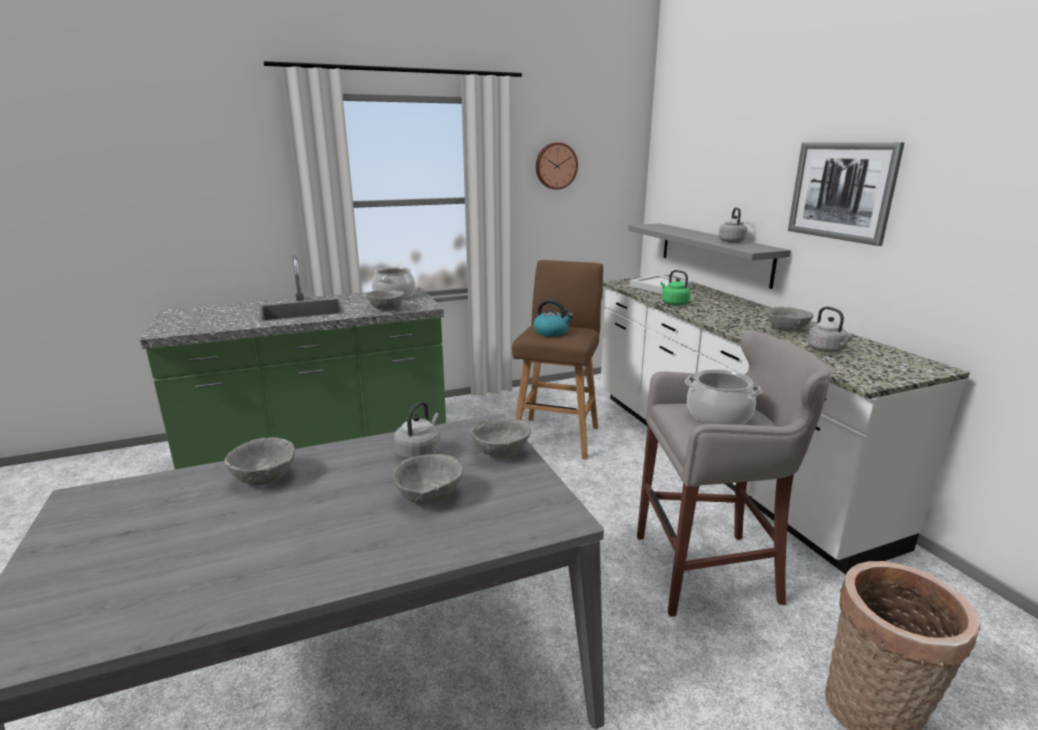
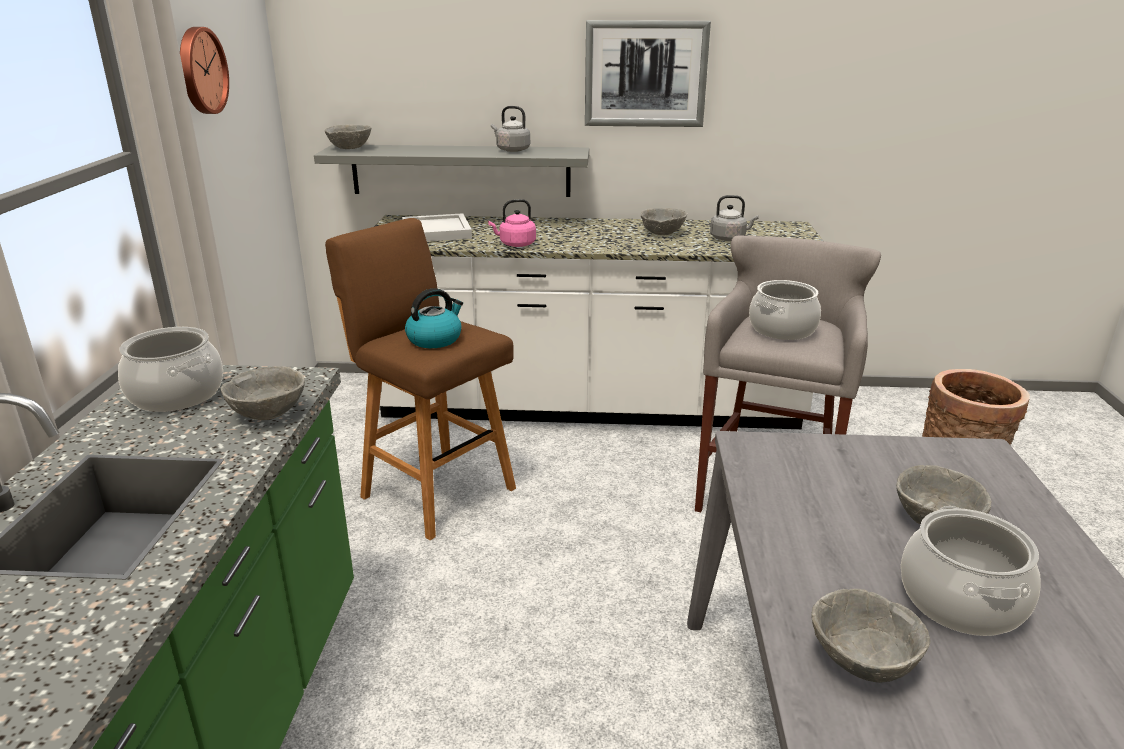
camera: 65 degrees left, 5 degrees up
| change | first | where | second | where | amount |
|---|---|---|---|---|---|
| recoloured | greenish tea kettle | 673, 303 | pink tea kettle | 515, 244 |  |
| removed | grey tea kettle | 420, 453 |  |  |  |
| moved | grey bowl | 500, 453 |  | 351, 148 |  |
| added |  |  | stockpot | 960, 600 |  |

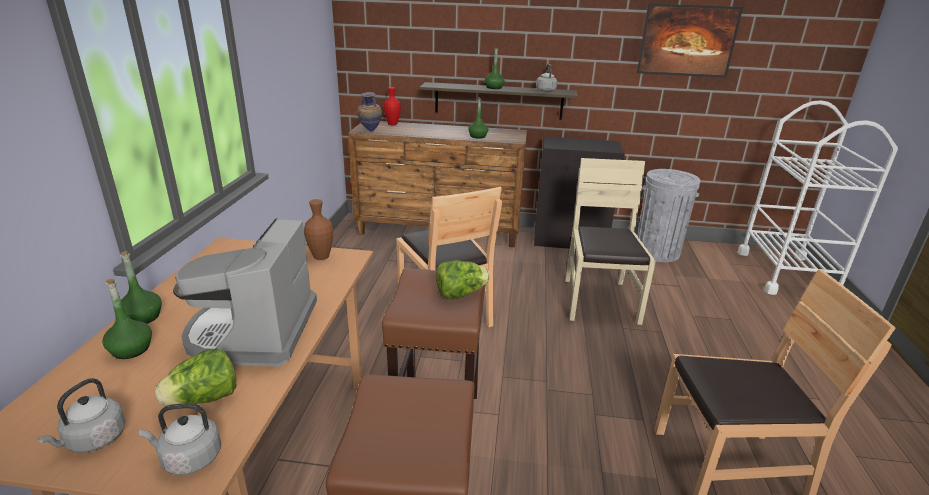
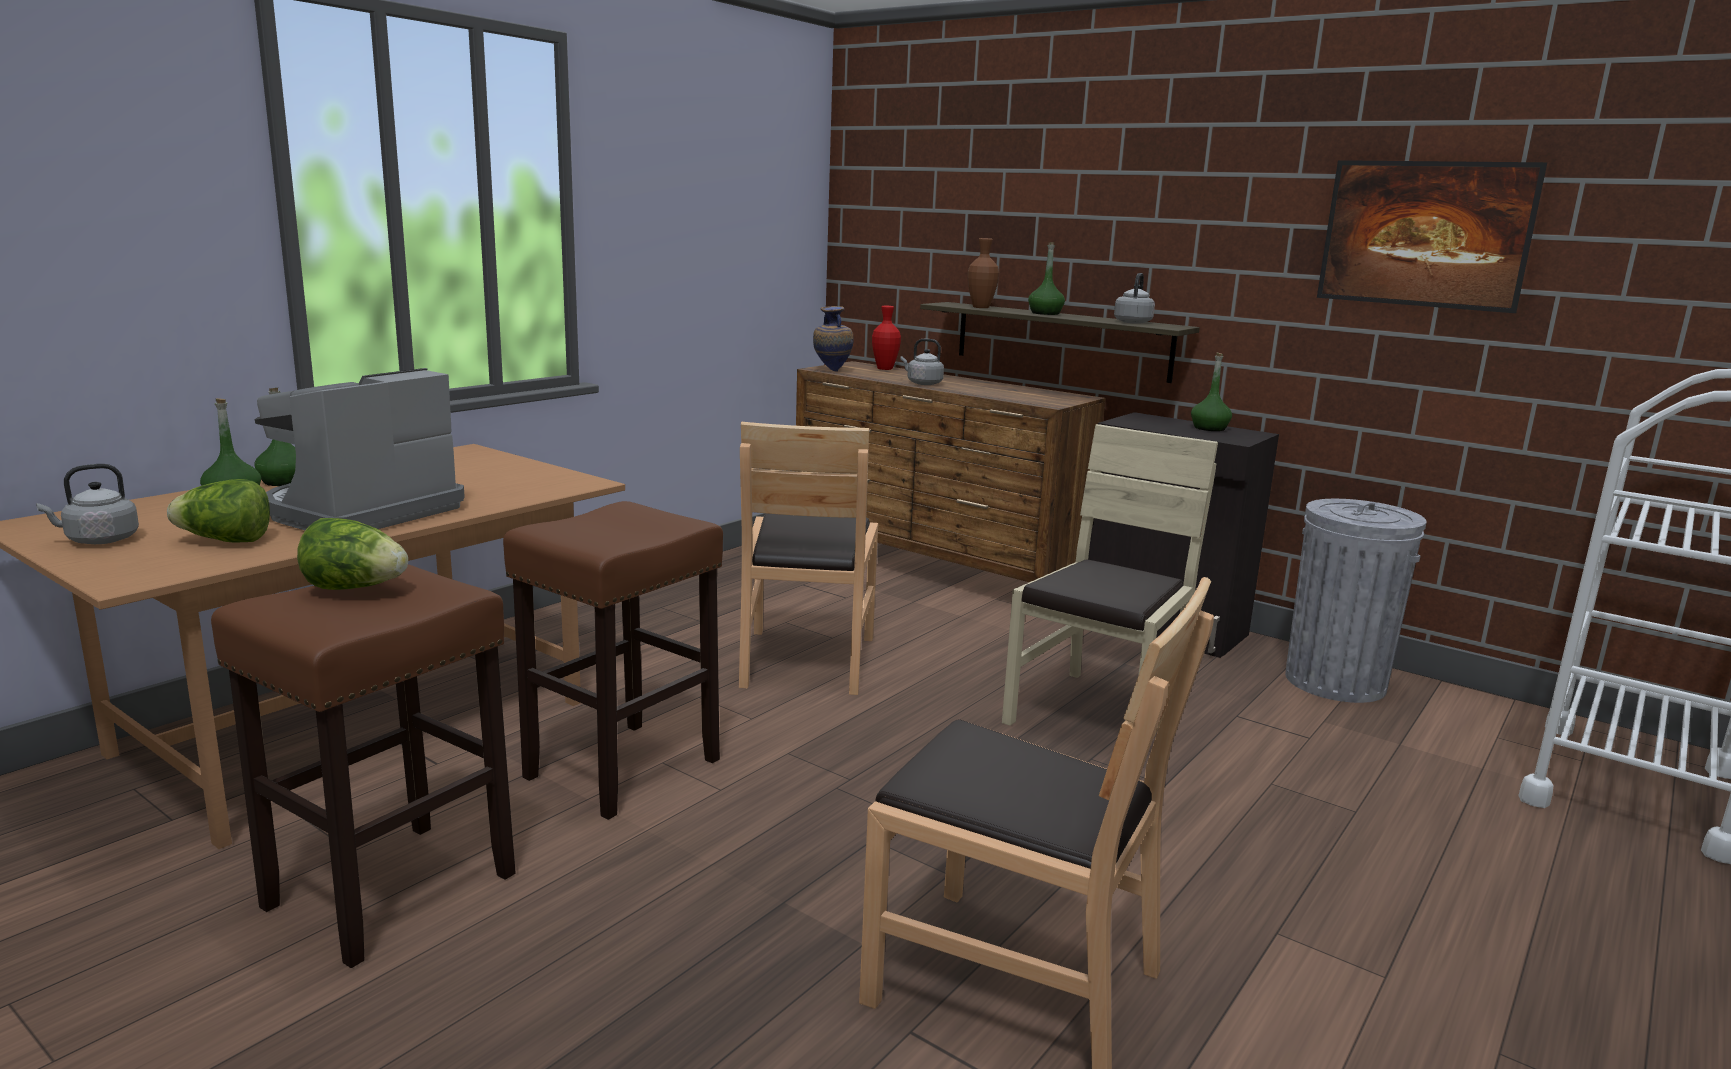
camera: 30 degrees right, 10 degrees down
| change | first | where | second | where | amount |
|---|---|---|---|---|---|
| moved | greenish drink bottle | 478, 136 |  | 1209, 428 |  |
| moved | brownish decorative vase | 321, 257 |  | 981, 307 |  |
| moved | lettuce | 460, 294 |  | 356, 588 |  |
| moved | grey tea kettle | 189, 458 |  | 922, 383 |  |

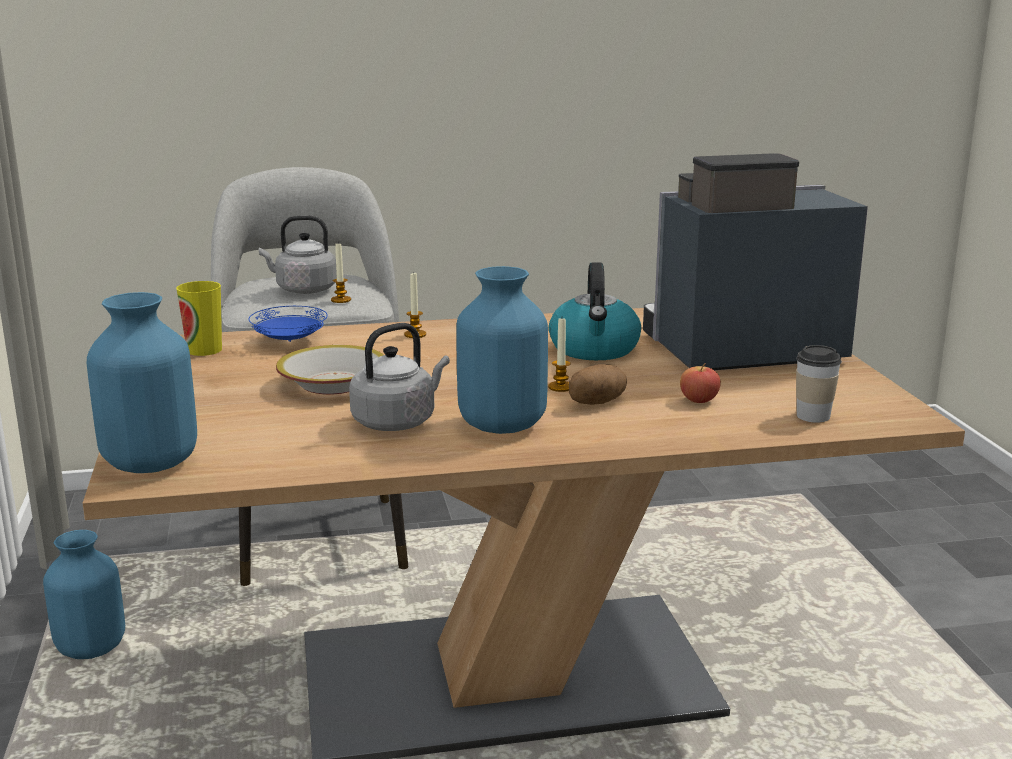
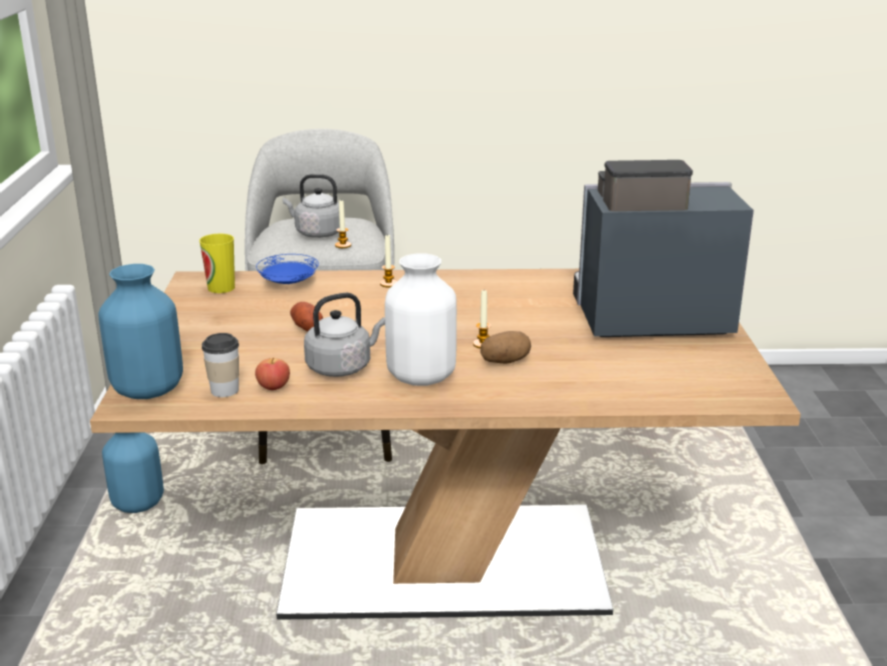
camera: 10 degrees right, 5 degrees up
| change | first | where | second | where | amount |
|---|---|---|---|---|---|
| removed | tea kettle | 595, 349 |  |  |  |
| recoloured | bluish decorative vase | 500, 425 | white-coloured decorative vase | 420, 376 |  |
| replaced | bowl | 333, 383 | potato | 307, 327 |  |
| moved | small cup | 813, 416 |  | 224, 390 |  |
| moved | apple fruit | 699, 400 |  | 273, 386 |  |

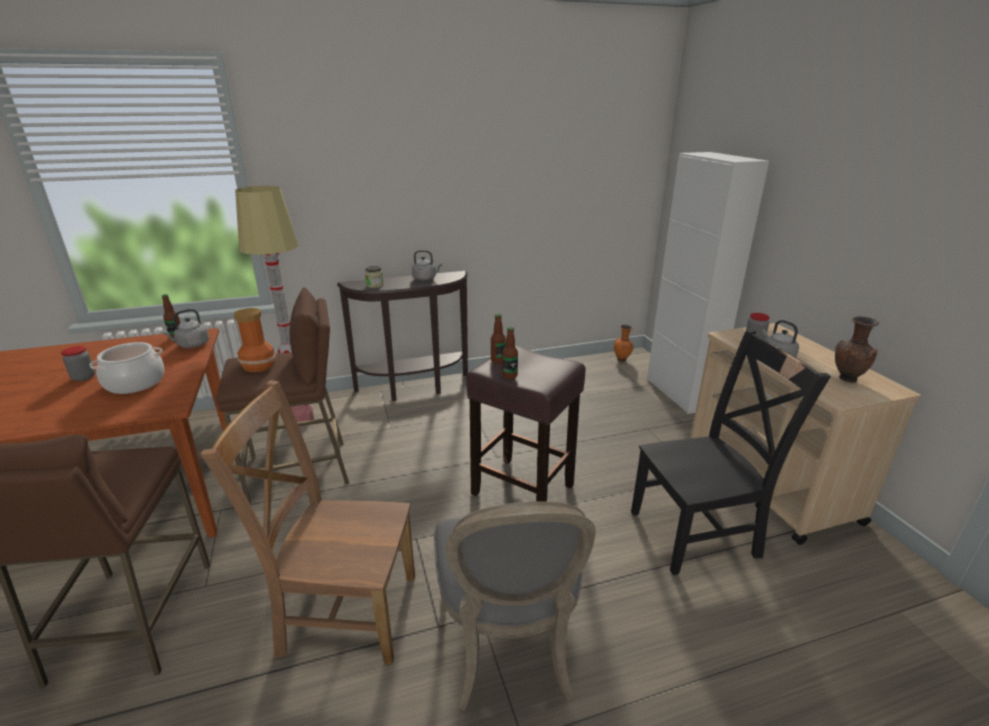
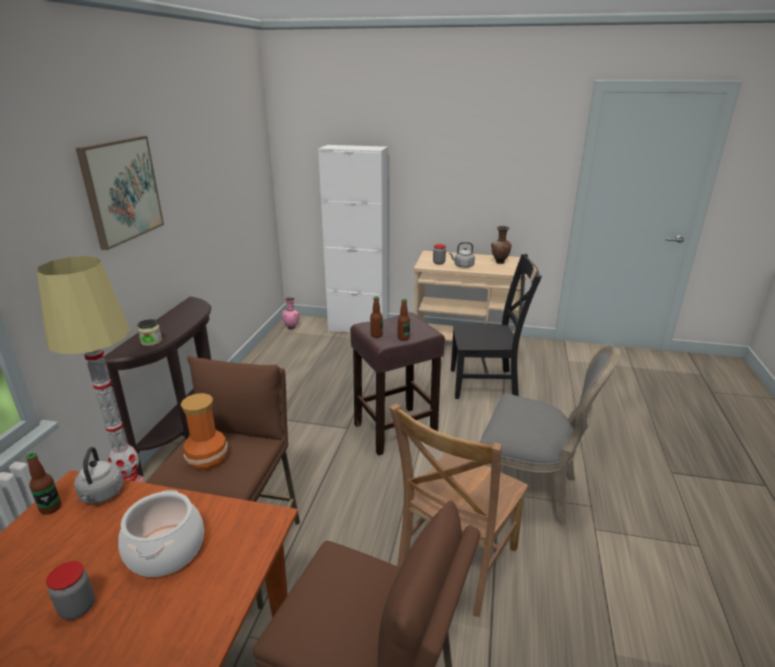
camera: 60 degrees left, 0 degrees up
| change | first | where | second | where | amount |
|---|---|---|---|---|---|
| removed | grey tea kettle | 426, 278 |  |  |  |
| recoloured | orange decorative vase | 622, 360 | pink decorative vase | 292, 328 |  |
| turned | blackish upright chair | 698, 533 |  | 486, 384 | 75 degrees clockwise |
| added |  |  | picture | 121, 190 |  |

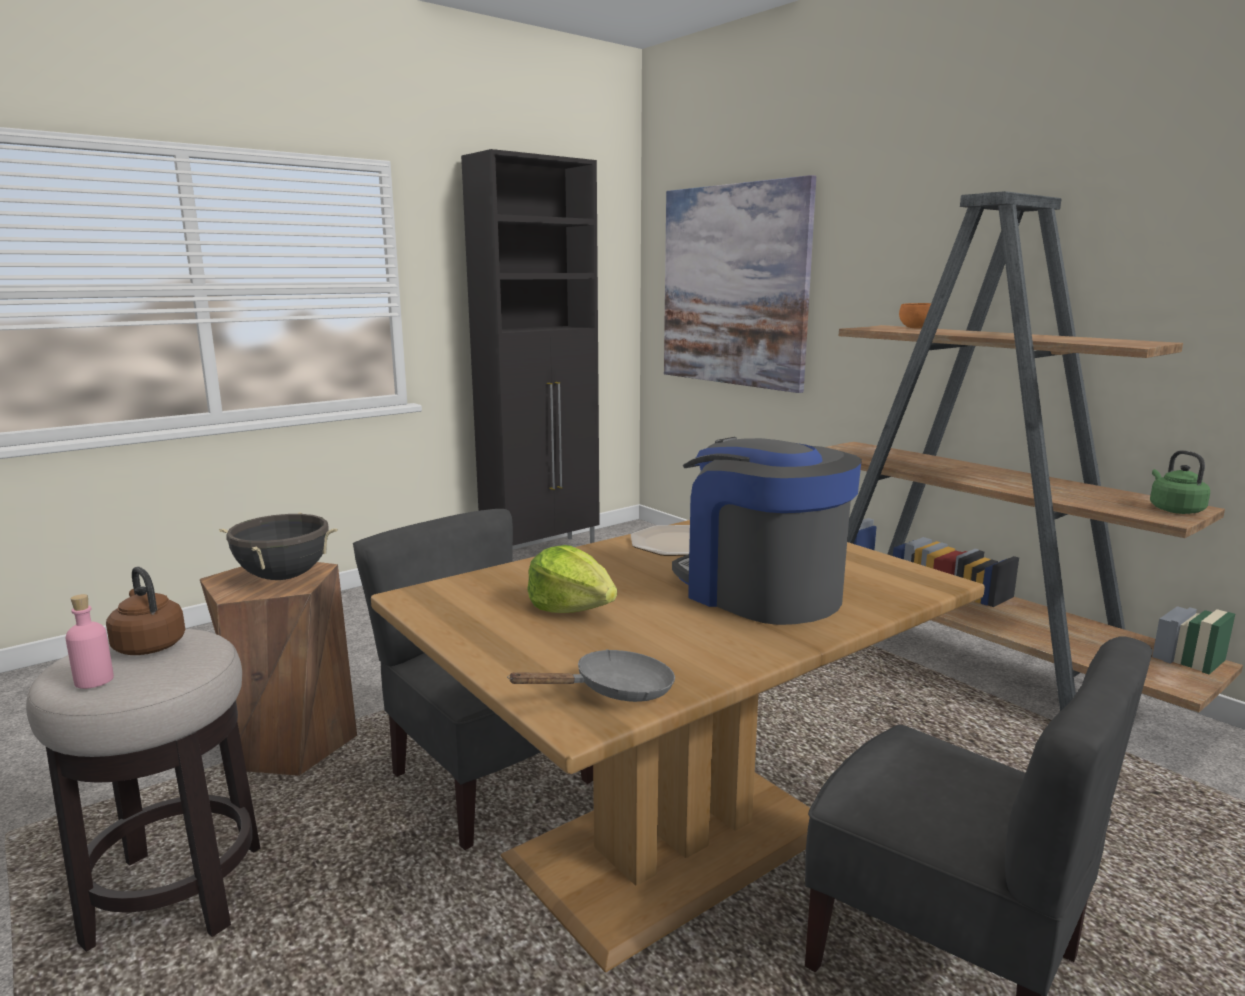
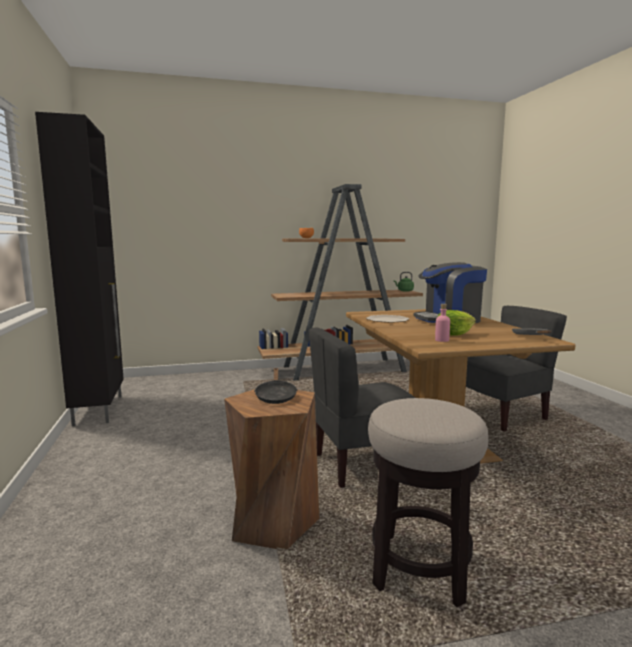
camera: 65 degrees left, 5 degrees down
| change | first | where | second | where | amount |
|---|---|---|---|---|---|
| removed | picture | 734, 286 |  |  |  |
| replaced | blackish stockpot | 284, 577 | blackish frying pan | 275, 396 |  |
| removed | brownish tea kettle | 148, 645 |  |  |  |
| moved | pink drink bottle | 94, 680 |  | 442, 340 |  |

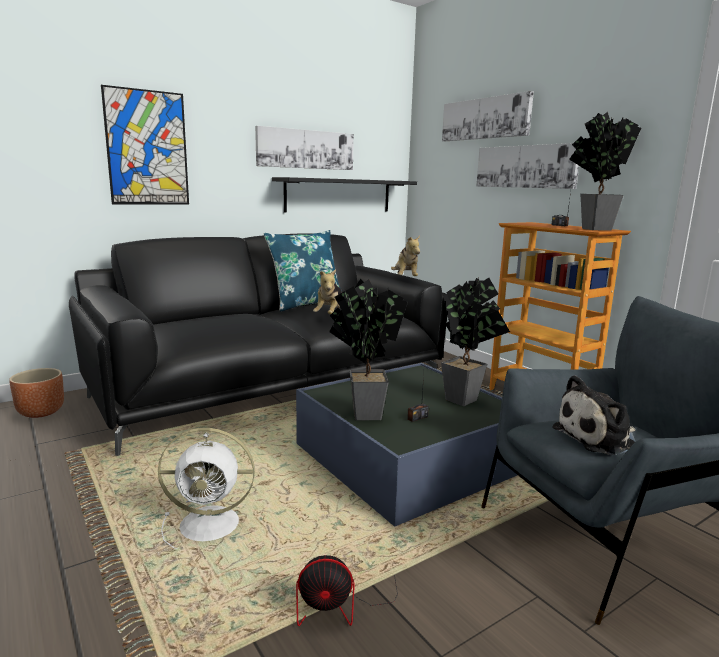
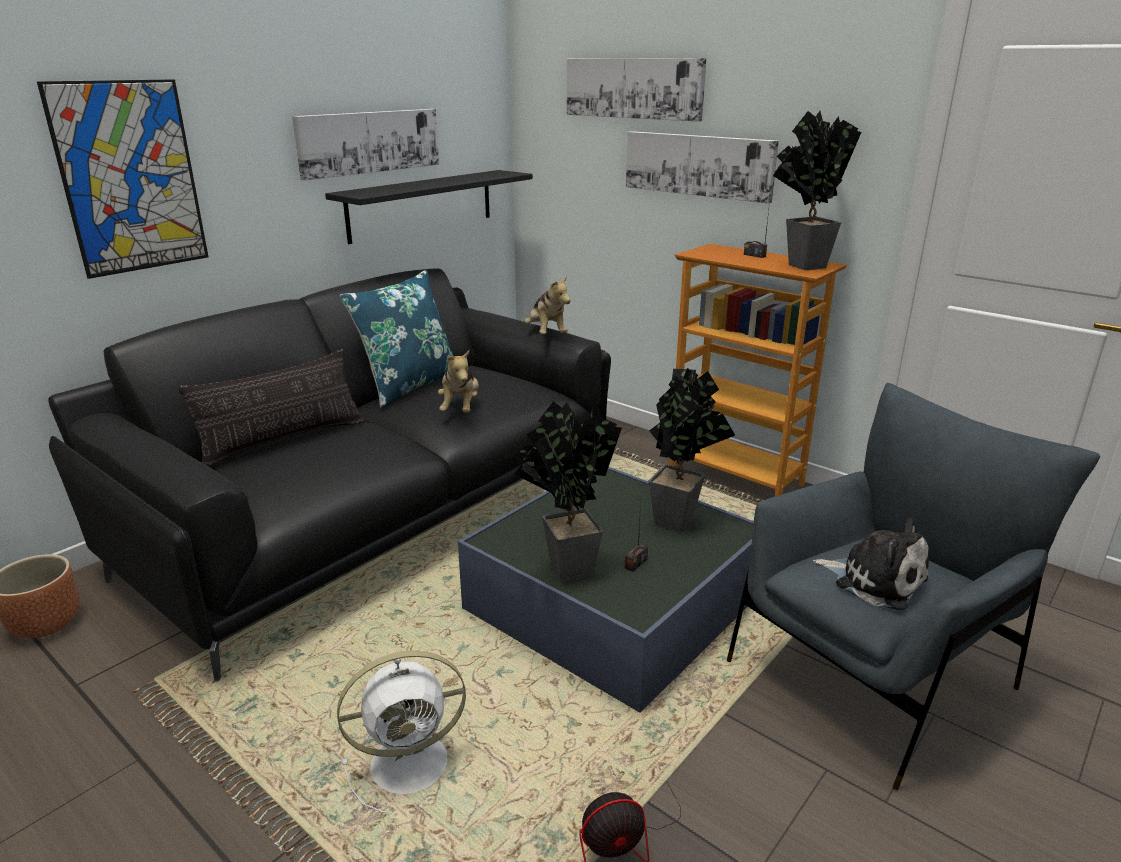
camera: 15 degrees left, 10 degrees up
| change | first | where | second | where | amount |
|---|---|---|---|---|---|
| turned | cuddly toy | 598, 438 |  | 875, 580 | 105 degrees counterclockwise |
| added |  |  | cushion | 283, 441 |  |

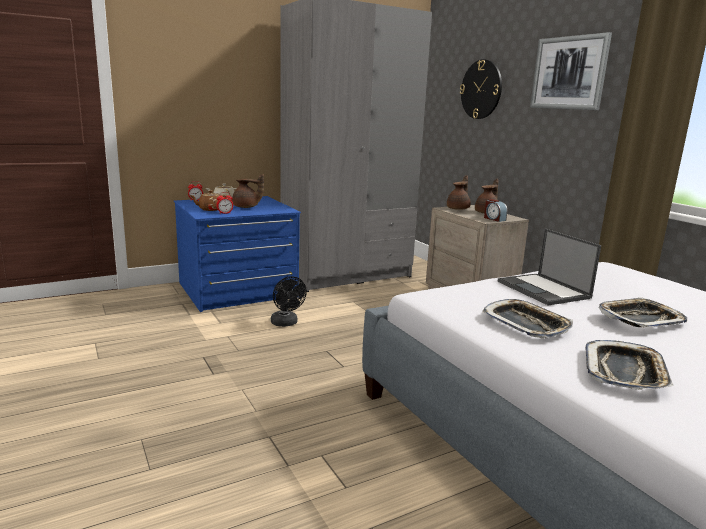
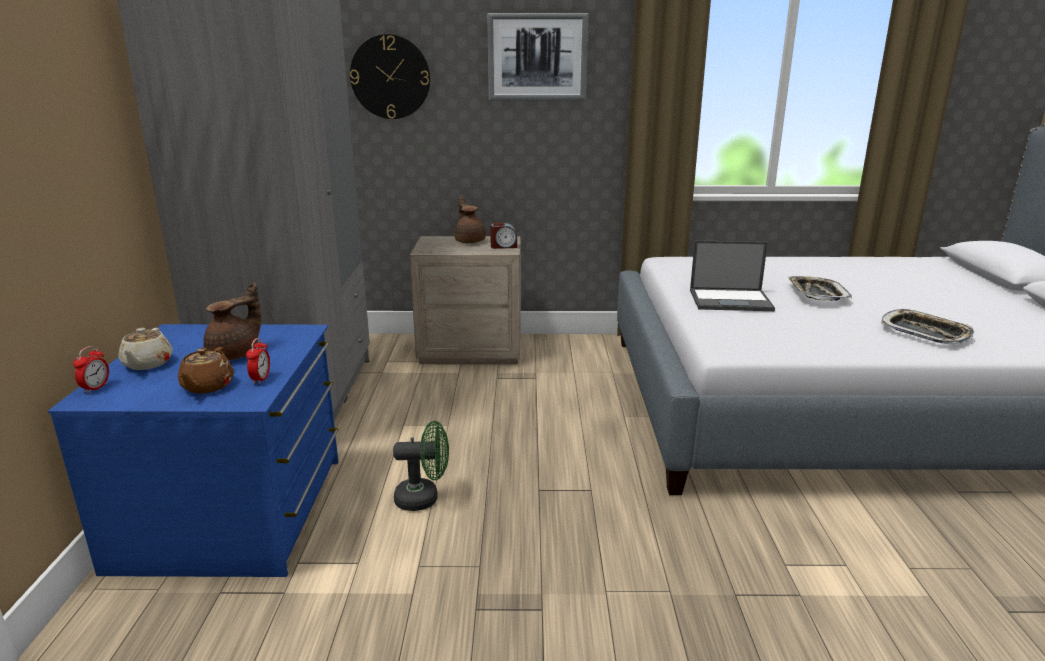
camera: 60 degrees left, 5 degrees up
| change | first | where | second | where | amount |
|---|---|---|---|---|---|
| removed | brownish pot for tea | 458, 208 |  |  |  |
| recoloured | blackish fan | 286, 323 | greenish fan | 424, 498 |  |
| removed | serving tray | 526, 324 |  |  |  |

